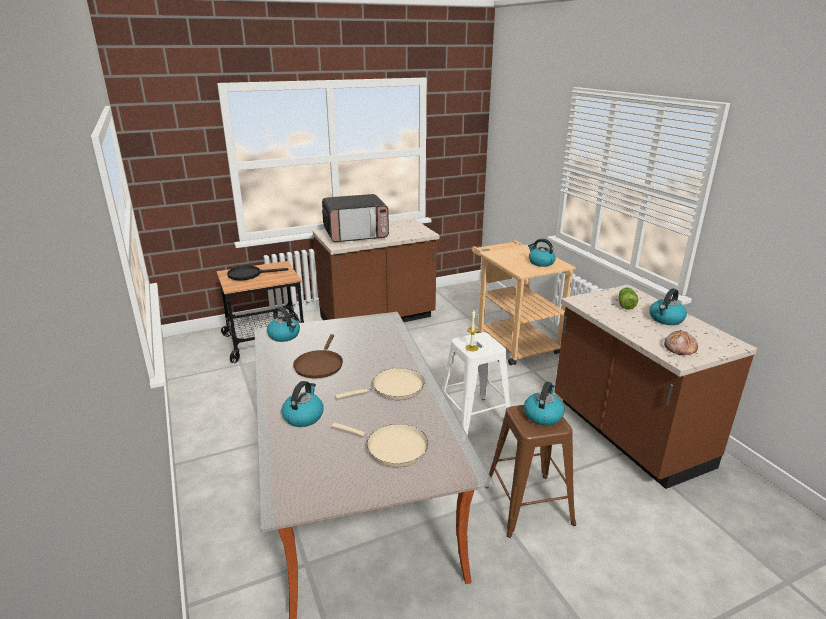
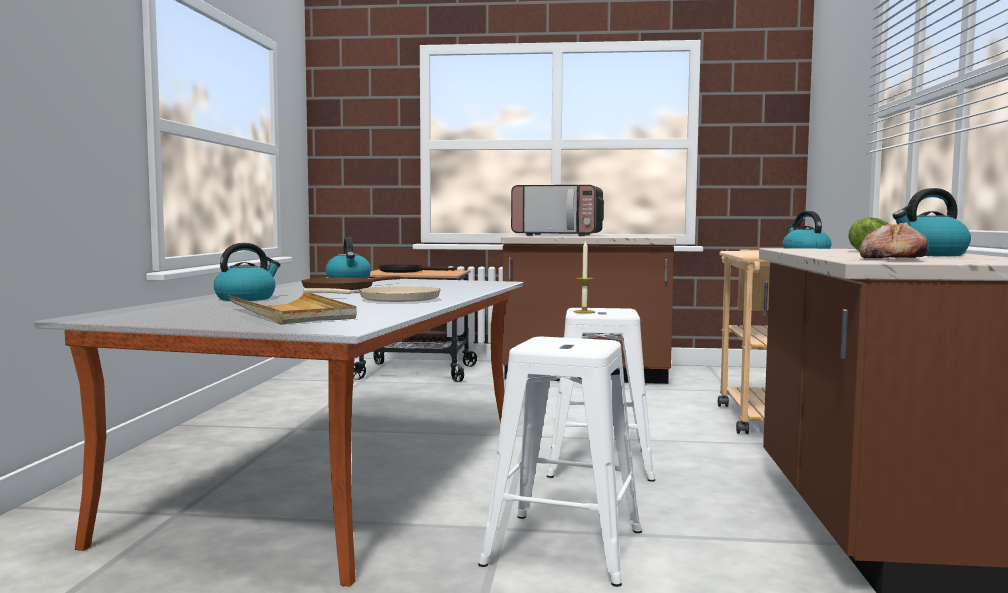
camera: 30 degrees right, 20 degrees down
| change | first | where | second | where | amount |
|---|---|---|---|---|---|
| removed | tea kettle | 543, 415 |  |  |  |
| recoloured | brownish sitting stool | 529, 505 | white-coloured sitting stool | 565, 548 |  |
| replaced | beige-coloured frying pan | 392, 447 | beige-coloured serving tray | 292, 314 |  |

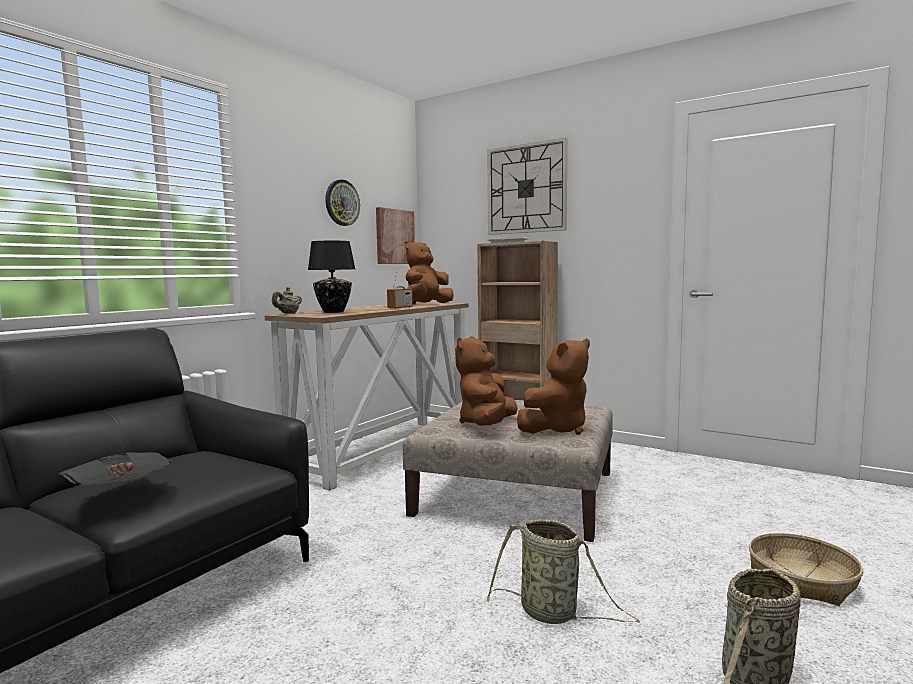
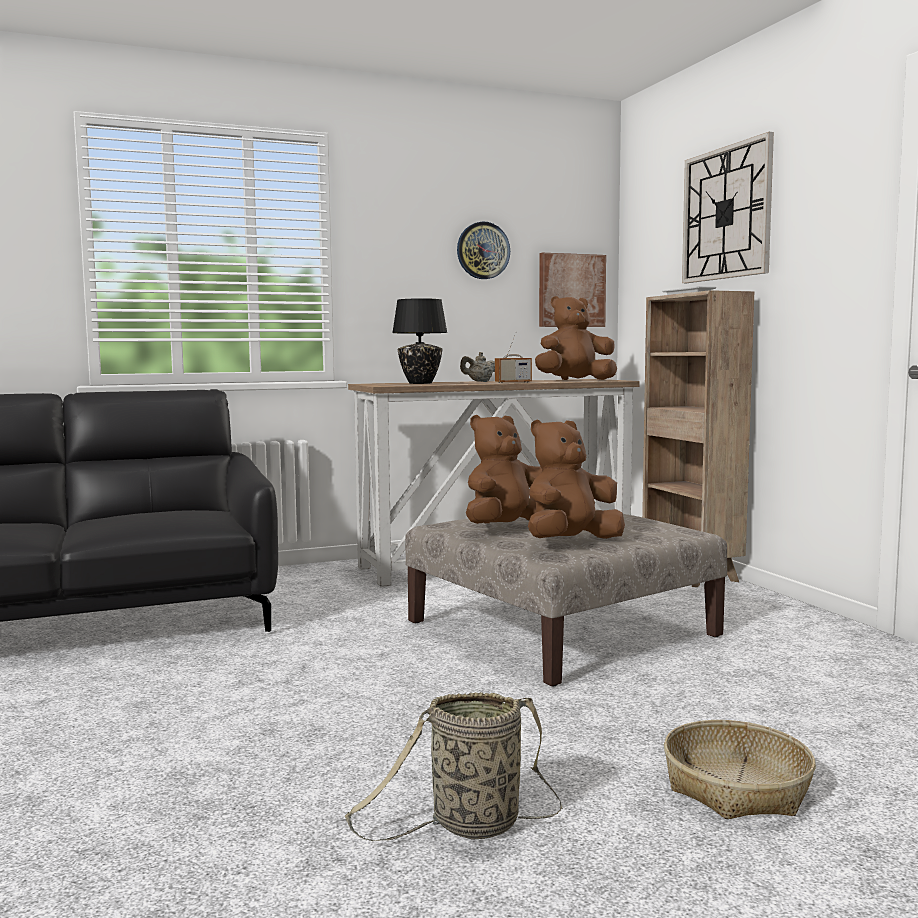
camera: 35 degrees right, 0 degrees up
| change | first | where | second | where | amount |
|---|---|---|---|---|---|
| moved | beige-coloured pot for tea | 288, 313 |  | 479, 382 |  |
| turned | brownish cuddly toy | 556, 429 |  | 570, 542 | 150 degrees clockwise |
| removed | newspaper | 121, 495 |  |  |  |
| removed | basket | 553, 614 |  |  |  |

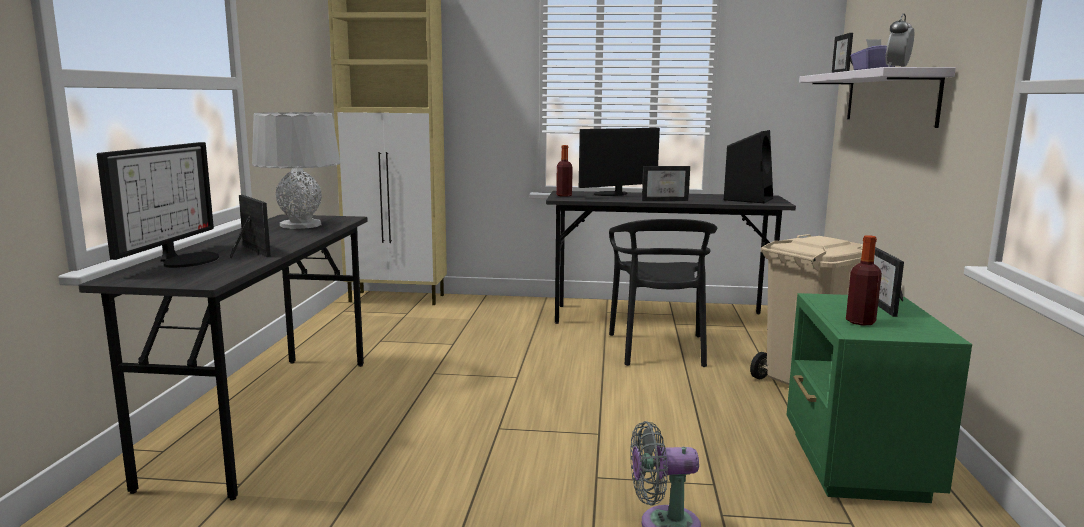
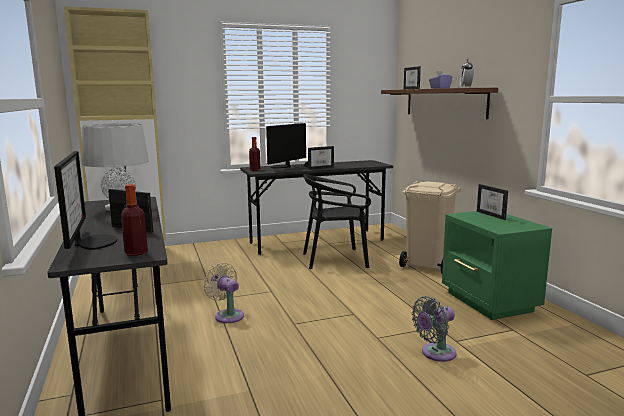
camera: 25 degrees left, 0 degrees up
| change | first | where | second | where | amount |
|---|---|---|---|---|---|
| recoloured | white-coloured shelf | 889, 98 | brownish shelf | 444, 102 |  |
| removed | blackish speaker | 748, 199 |  |  |  |
| turned | blackish upright chair | 659, 349 |  | 335, 259 | 105 degrees clockwise |
| moved | drink bottle | 860, 322 |  | 136, 253 |  |
| added |  |  | beige-coloured fan | 227, 315 |  |

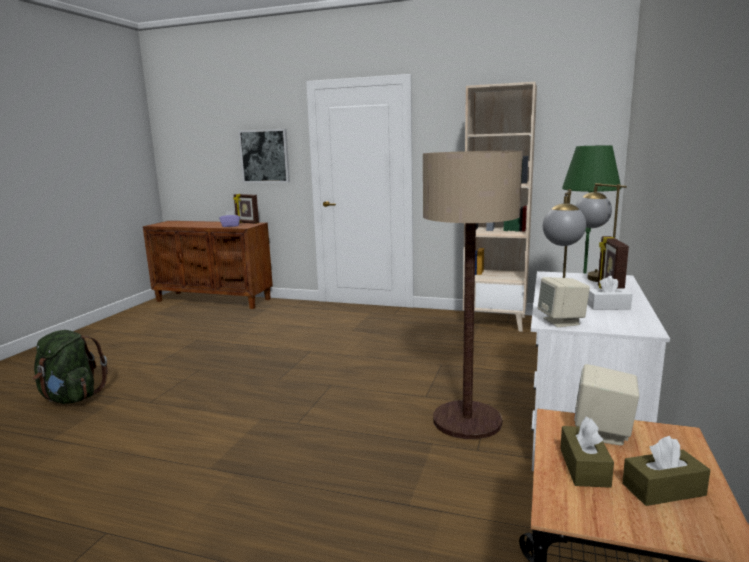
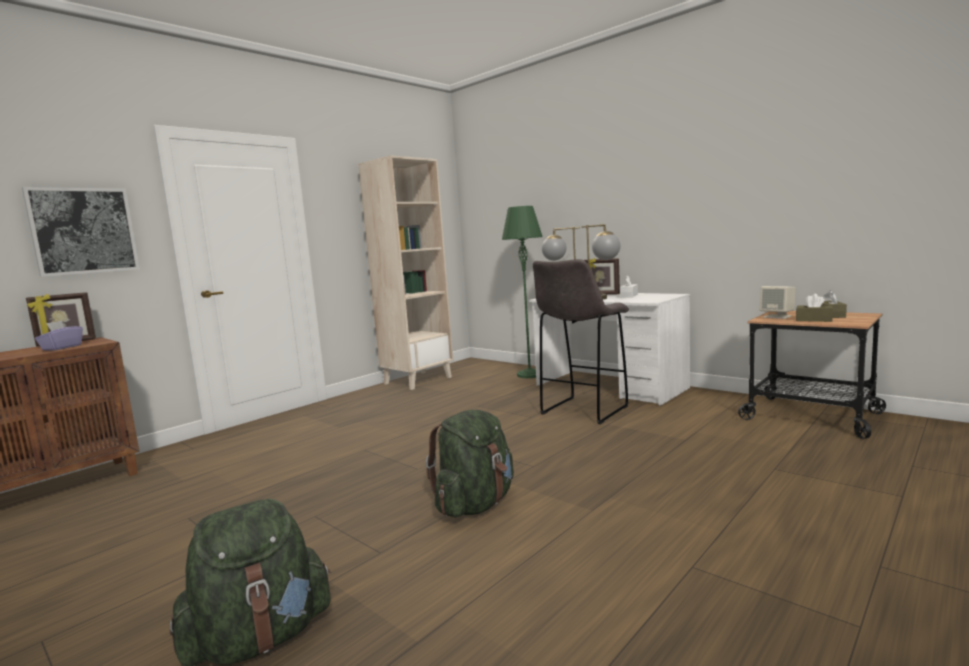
camera: 65 degrees left, 5 degrees down
| change | first | where | second | where | amount |
|---|---|---|---|---|---|
| replaced | standard lamp | 467, 421 | grey sitting stool | 583, 411 |  |
| removed | beige-coloured speaker | 562, 321 |  |  |  |
| added |  |  | greenish backpack | 475, 504 |  |

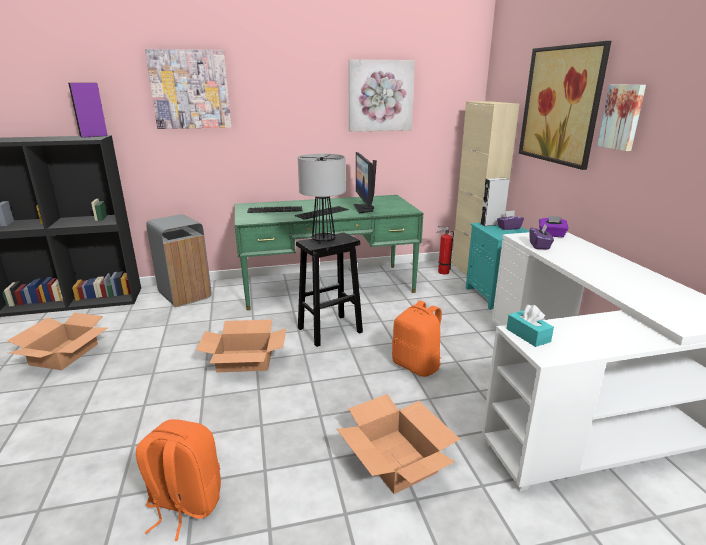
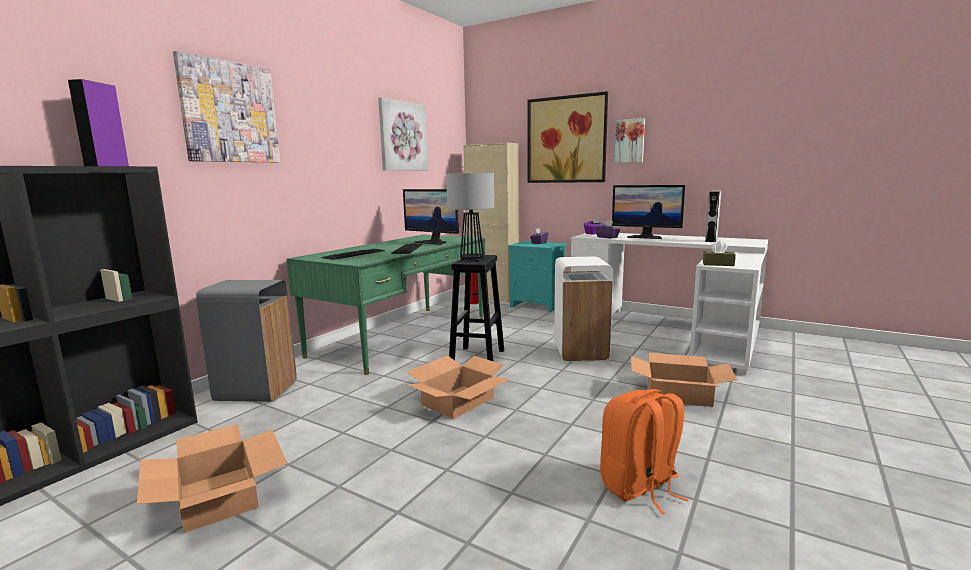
camera: 45 degrees left, 10 degrees down
| change | first | where | second | where | amount |
|---|---|---|---|---|---|
| moved | grey speaker | 492, 224 |  | 711, 240 |  |
| replaced | orange backpack | 417, 366 | white-coloured rubbish bin | 581, 352 |  |
| recoloured | turquoise tissue holder | 528, 335 | brownish tissue holder | 718, 264 |  |
| added |  |  | computer display | 645, 237 |  |

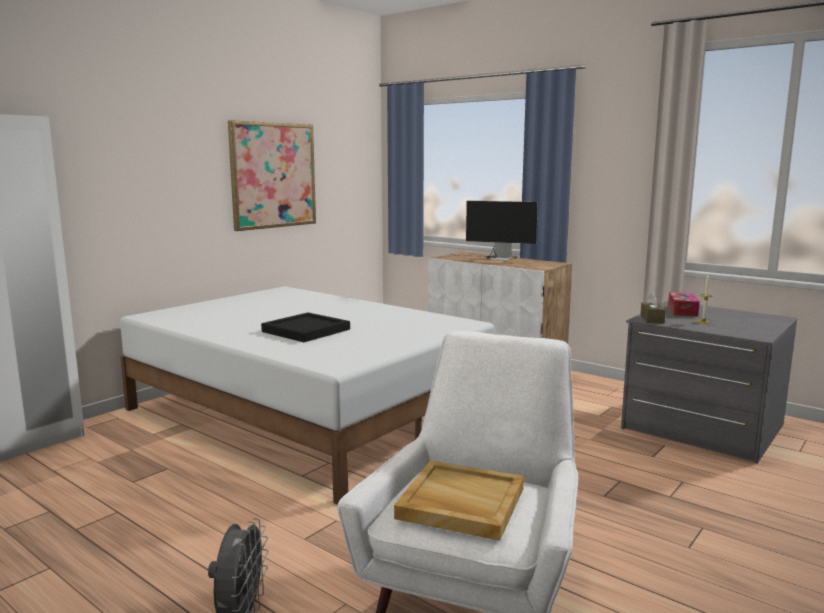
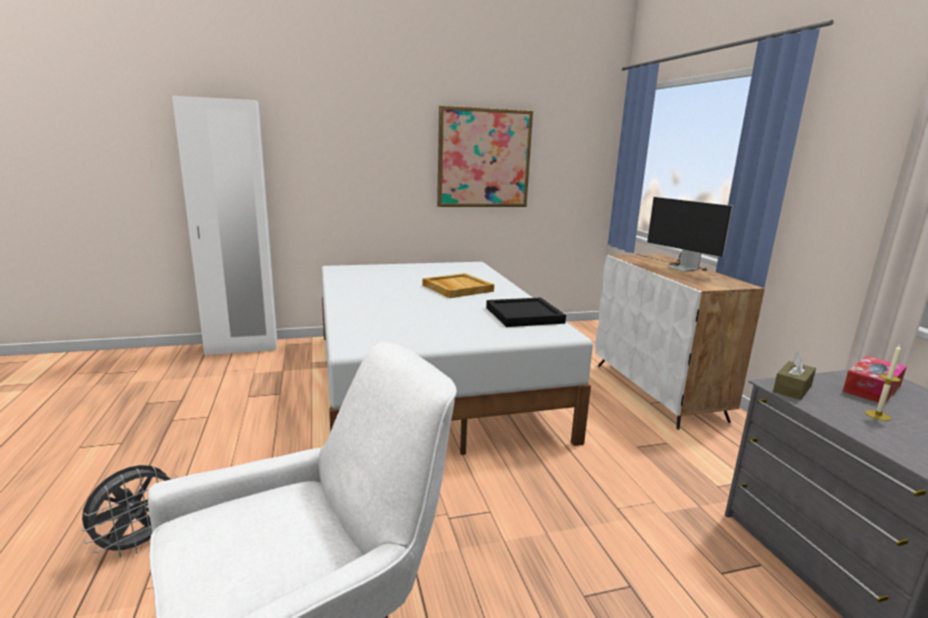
camera: 35 degrees right, 5 degrees up
| change | first | where | second | where | amount |
|---|---|---|---|---|---|
| moved | blackish serving tray | 306, 330 |  | 523, 315 |  |
| moved | beige-coloured serving tray | 460, 503 |  | 457, 288 |  |

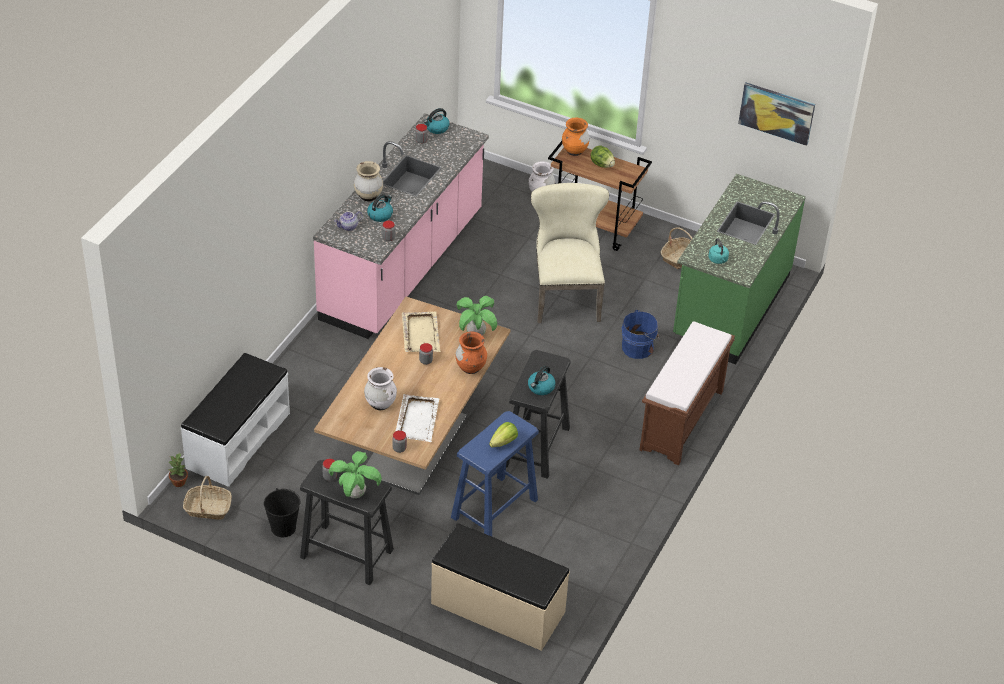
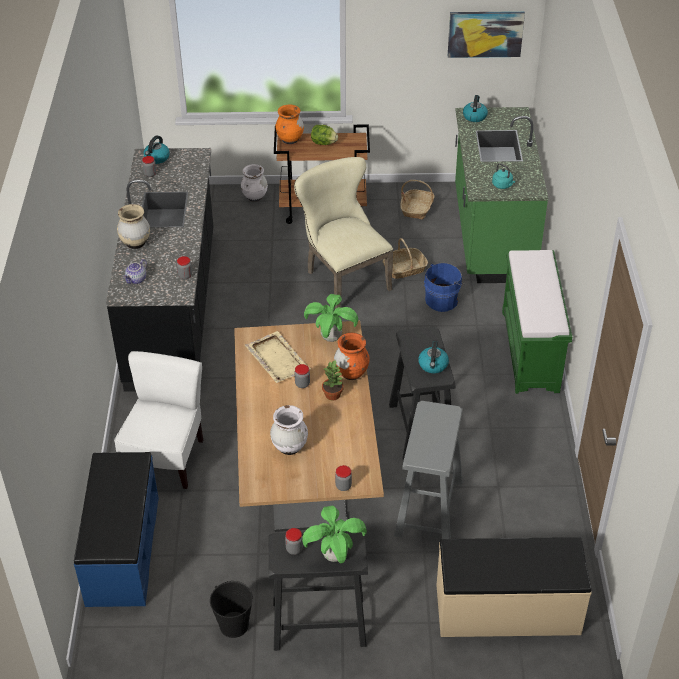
camera: 25 degrees left, 0 degrees up
| change | first | where | second | where | amount |
|---|---|---|---|---|---|
| recoloured | pink kitchen base unit | 403, 266 | blackish kitchen base unit | 174, 308 |  |
| moved | tea kettle | 380, 215 |  | 474, 116 |  |
| recoloured | brownish long seat | 681, 421 | greenish long seat | 531, 351 |  |
| recoloured | white-coloured long seat | 237, 440 | bluish long seat | 122, 550 |  |
| removed | white-coloured serving tray | 417, 419 |  |  |  |
| recoloured | bluish sitting stool | 494, 509 | grey sitting stool | 428, 508 |  |
| removed | lettuce | 503, 442 |  |  |  |
| moved | houseplant | 179, 482 |  | 333, 395 |  |
| moved | basket | 208, 508 |  | 405, 269 |  |
| added |  |  | white-coloured upright chair | 166, 459 |  |

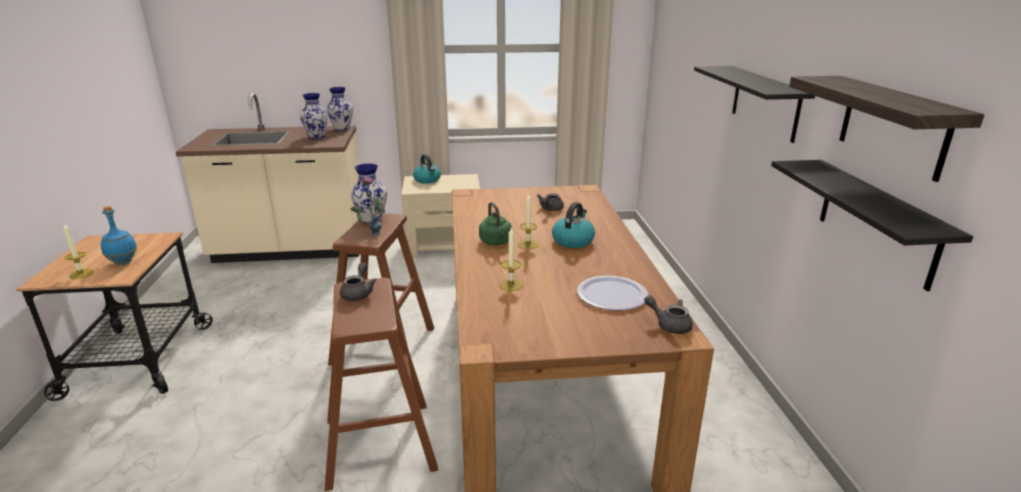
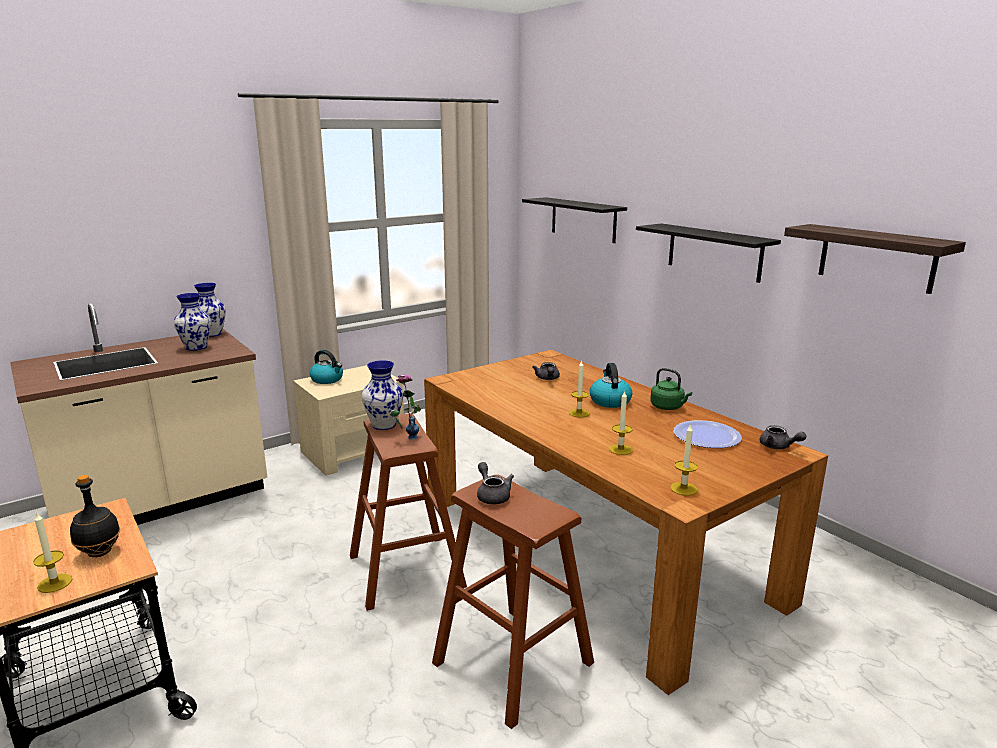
camera: 30 degrees left, 5 degrees down
| change | first | where | second | where | amount |
|---|---|---|---|---|---|
| moved | blackish shelf | 876, 221 |  | 583, 219 |  |
| moved | greenish tea kettle | 496, 242 |  | 668, 407 |  |
| recoloured | bluish drink bottle | 124, 262 | blackish drink bottle | 100, 552 |  |
| turned | grey pot for tea | 669, 325 |  | 778, 447 | 135 degrees counterclockwise |
| added |  |  | wax light | 683, 489 |  |

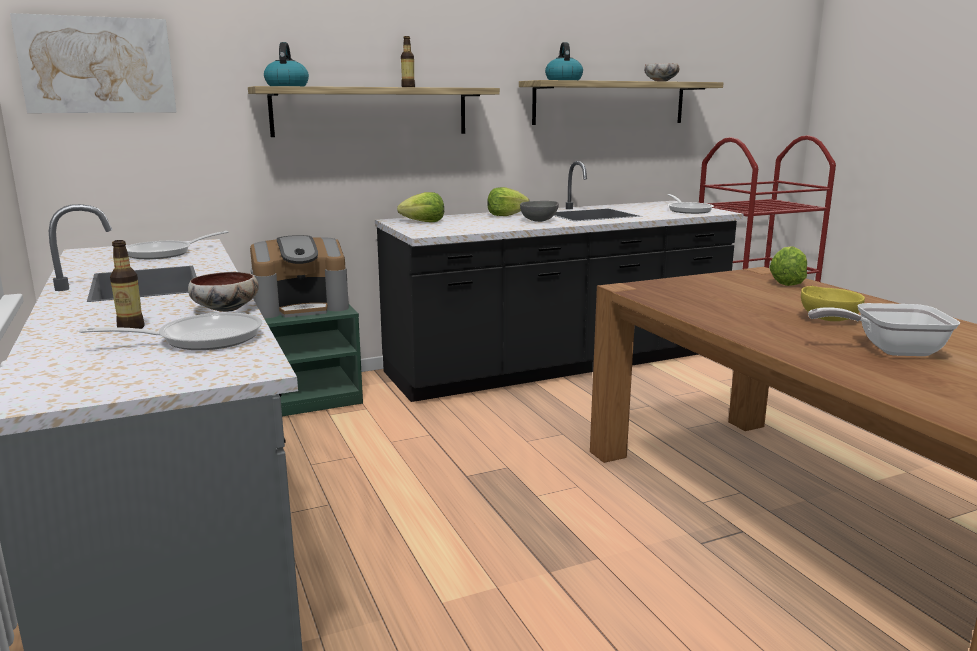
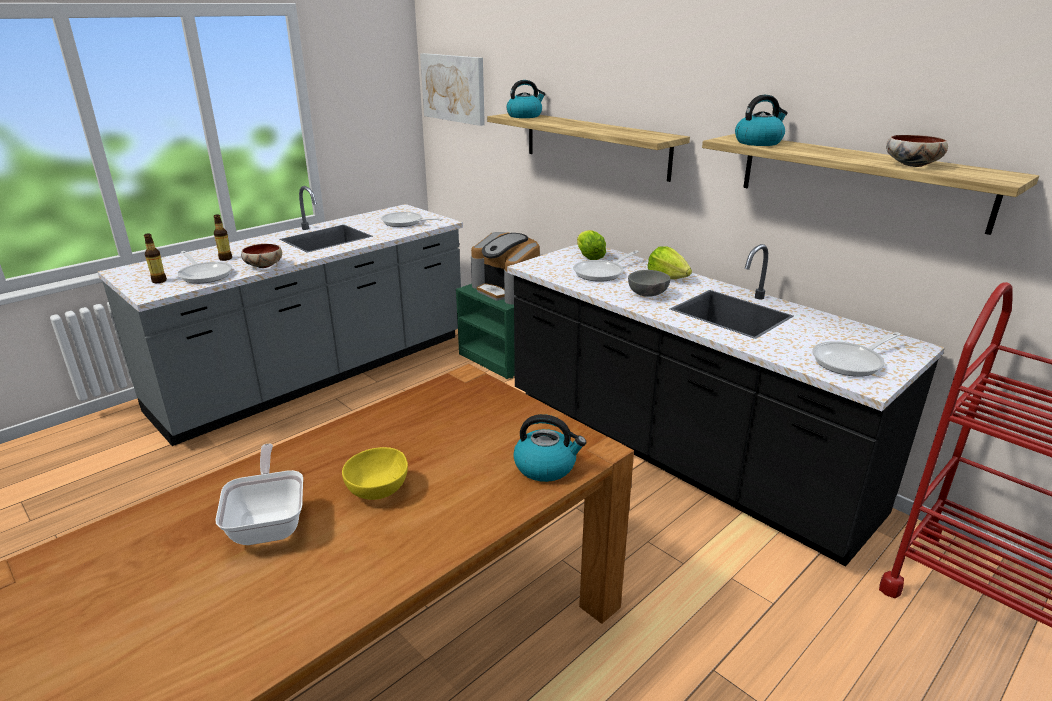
camera: 70 degrees right, 10 degrees up
| change | first | where | second | where | amount |
|---|---|---|---|---|---|
| moved | drink bottle | 408, 87 |  | 159, 281 |  |
| replaced | lettuce | 787, 282 | tea kettle | 546, 466 |  |
| added |  |  | frying pan | 602, 273 |  |

